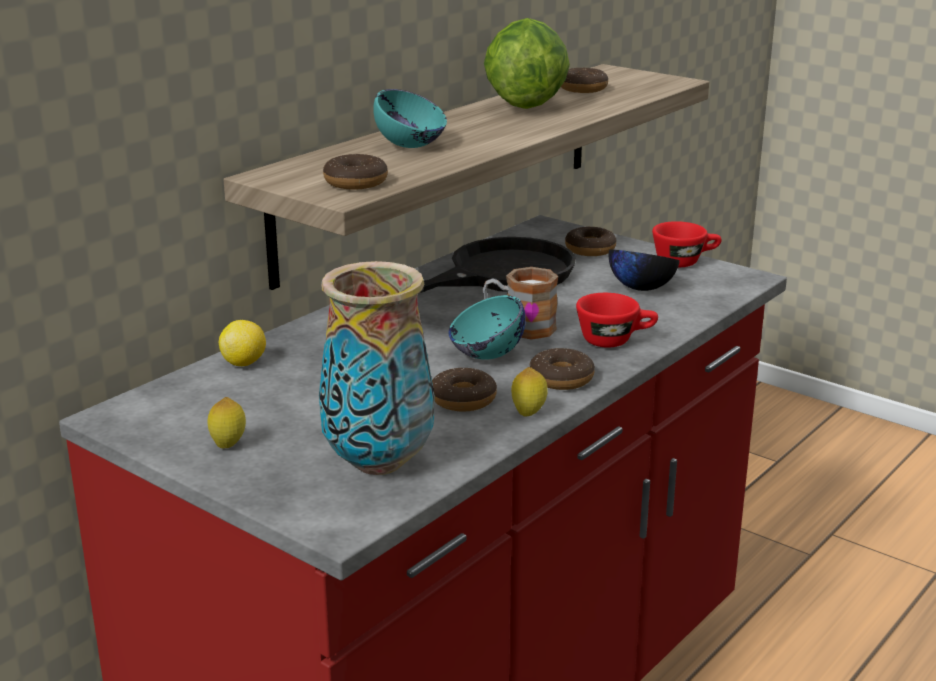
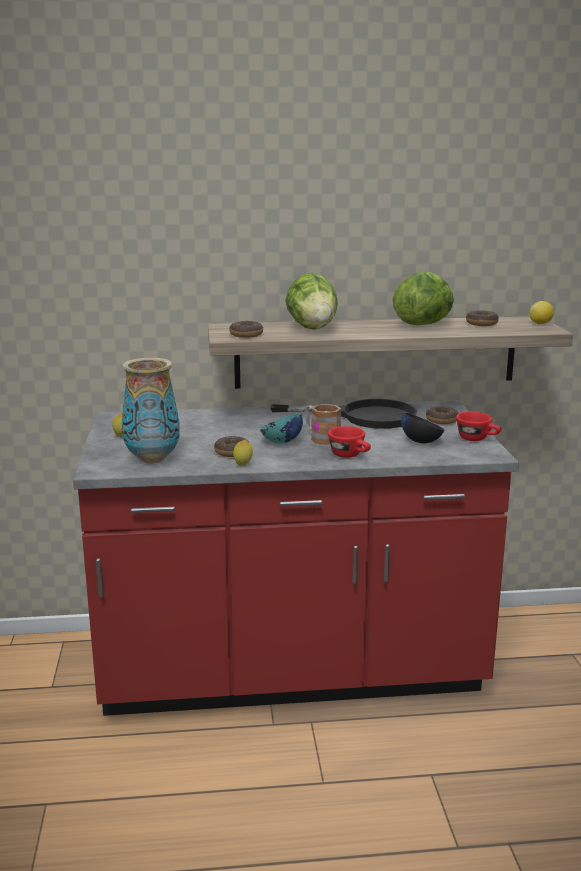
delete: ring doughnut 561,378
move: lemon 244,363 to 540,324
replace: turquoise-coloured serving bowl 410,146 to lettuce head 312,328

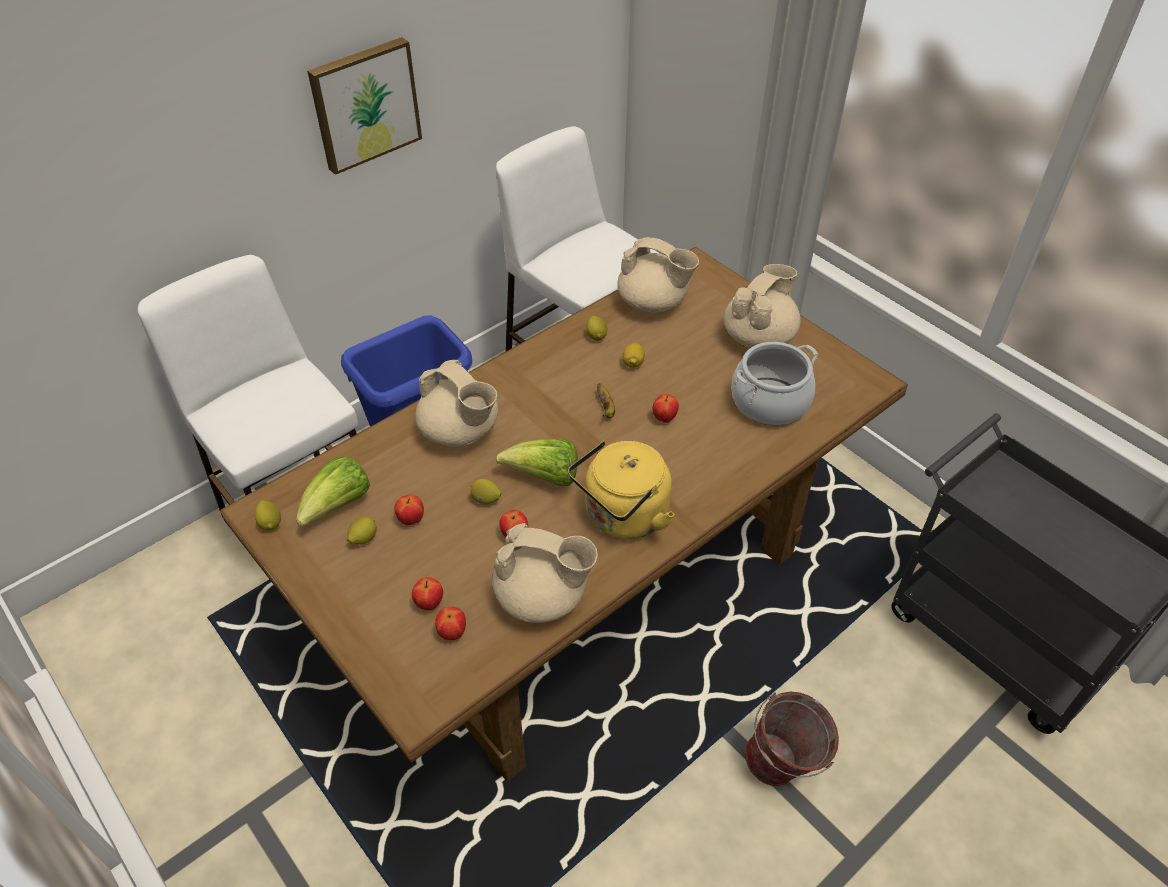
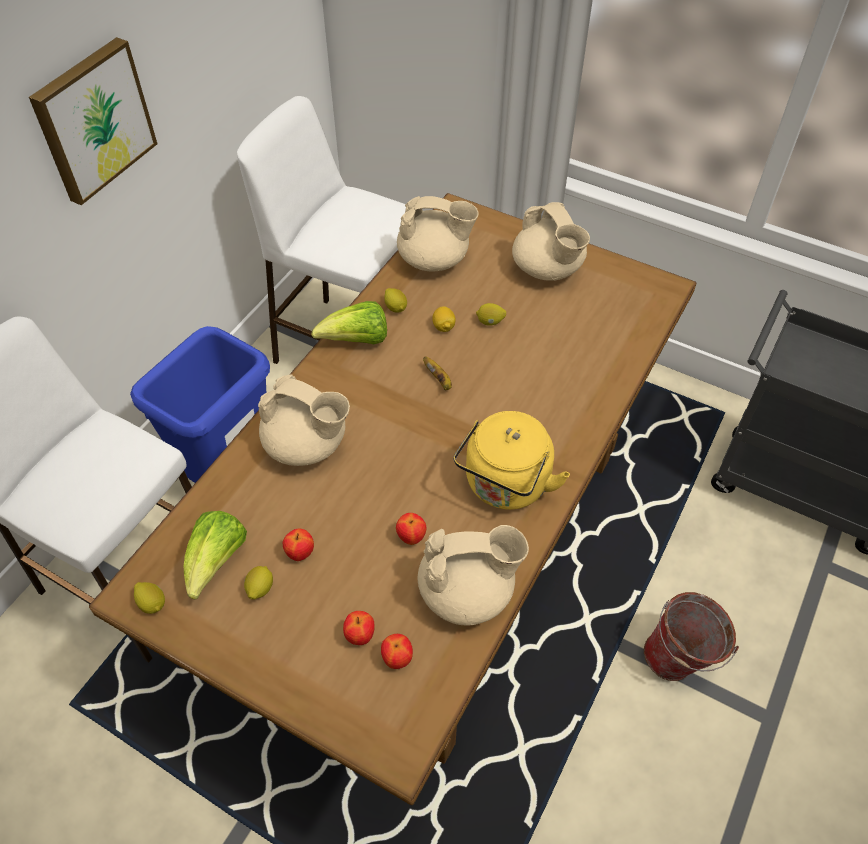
delete: apple fruit 664,418; cooking pot 769,401
move: lemon 486,499 to 490,322; lettuce head 544,477 to 357,341
rotate: beige tea pot 759,337 = 547,269 135 degrees clockwise

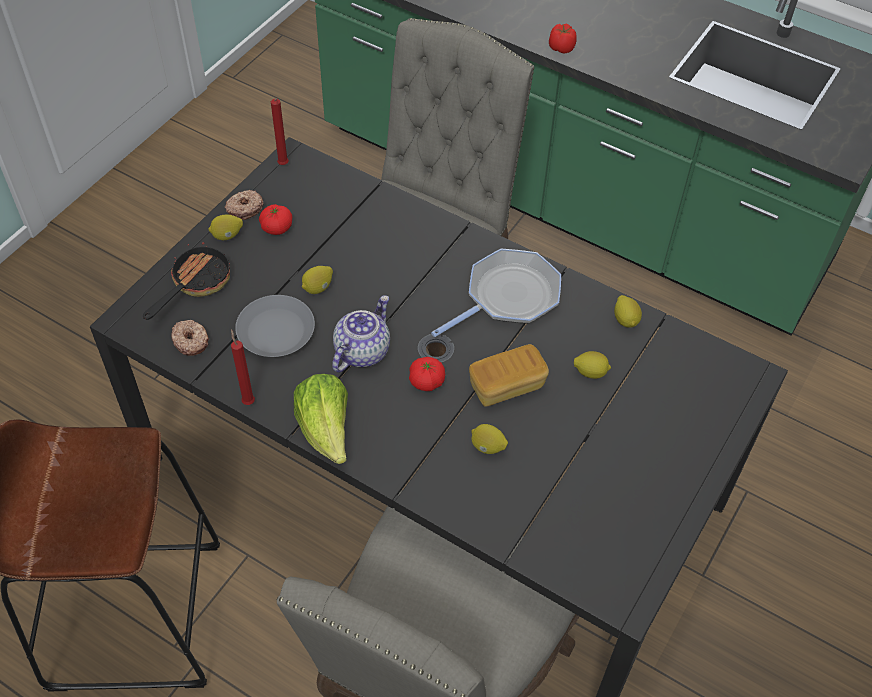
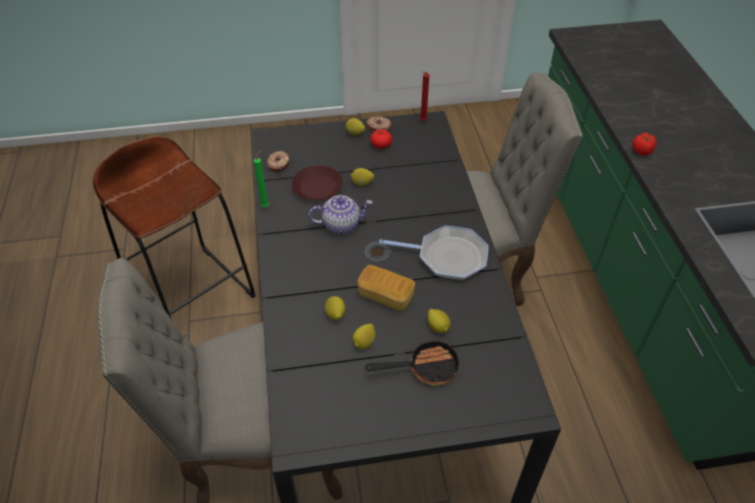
delete: lettuce head 326,431; whole tomato 426,381
move: pan 195,283 to 425,368; lemon 625,320 to 364,342
recolor: red-coloured wax light 248,401 to greenish wax light 265,206; greyish dinner plate 276,331 to brownish dinner plate 318,187

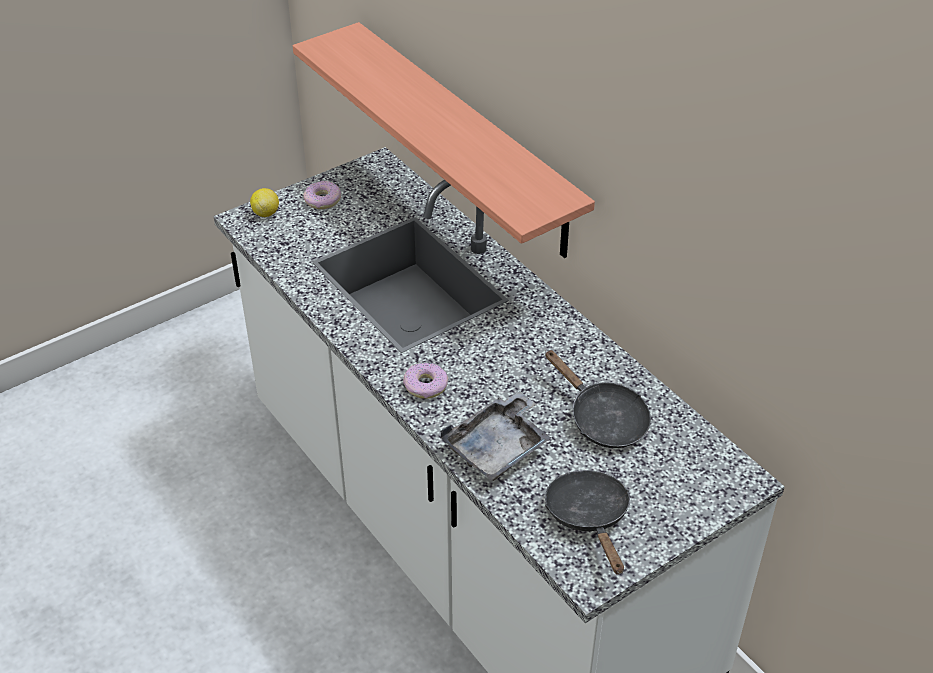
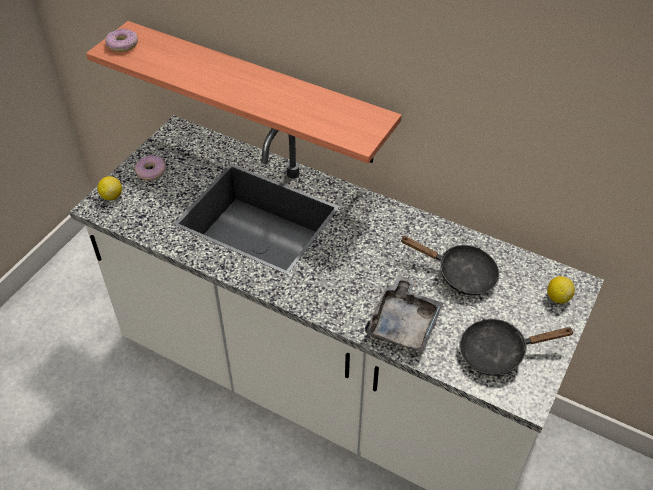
insert: lemon 558,297
move: ring doughnut 425,386 to 122,45
rotate: black pan 589,517 = 498,352 60 degrees counterclockwise

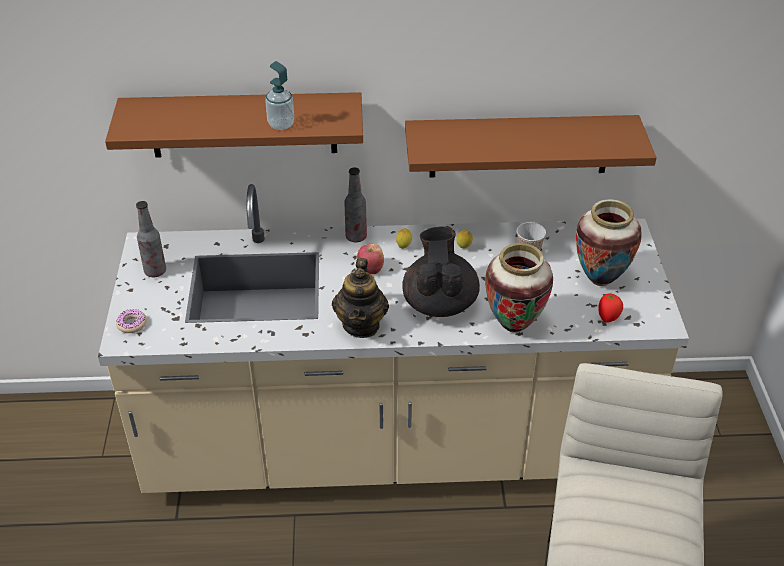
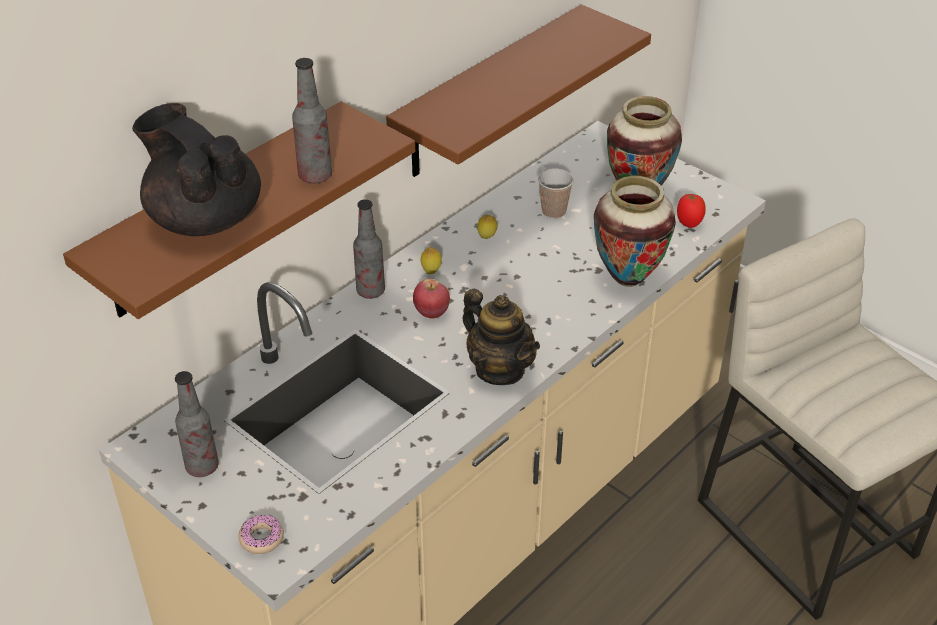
move: black tea pot 439,303 to 204,218
replace: soap dispenser 281,124 to bottle 315,176

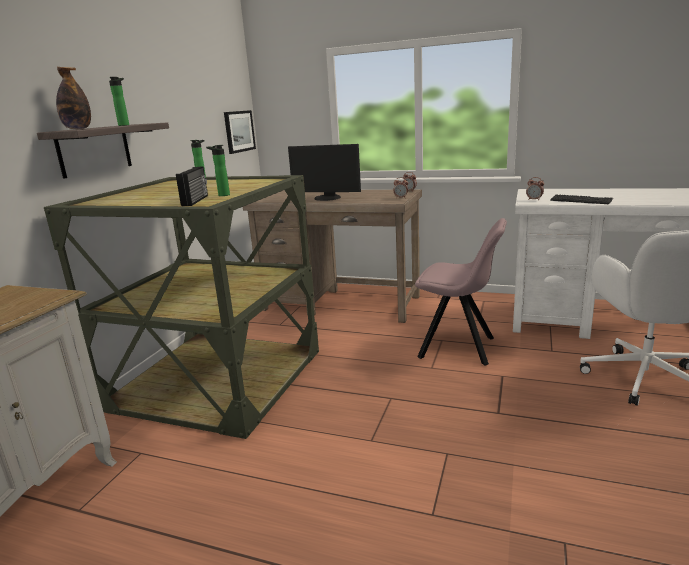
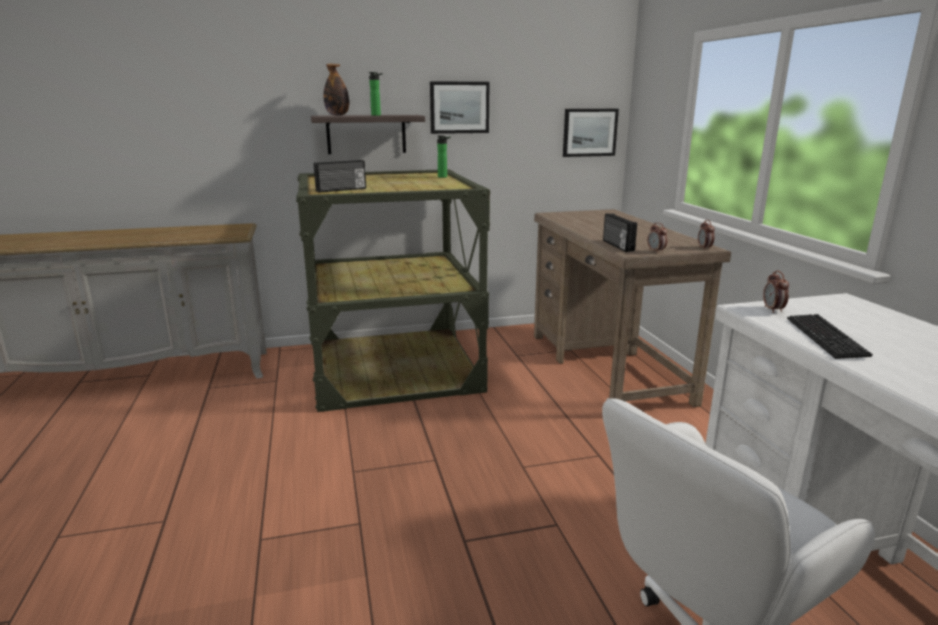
delete: bottle 222,195; computer display 327,198; pinkish chair 457,347
insert: wall picture 459,107; radio set 617,245

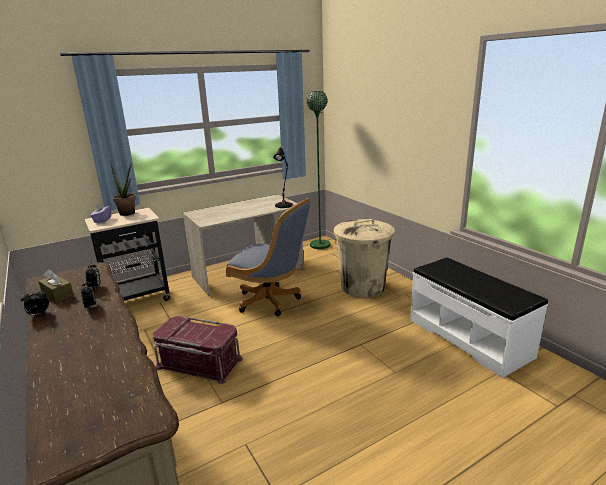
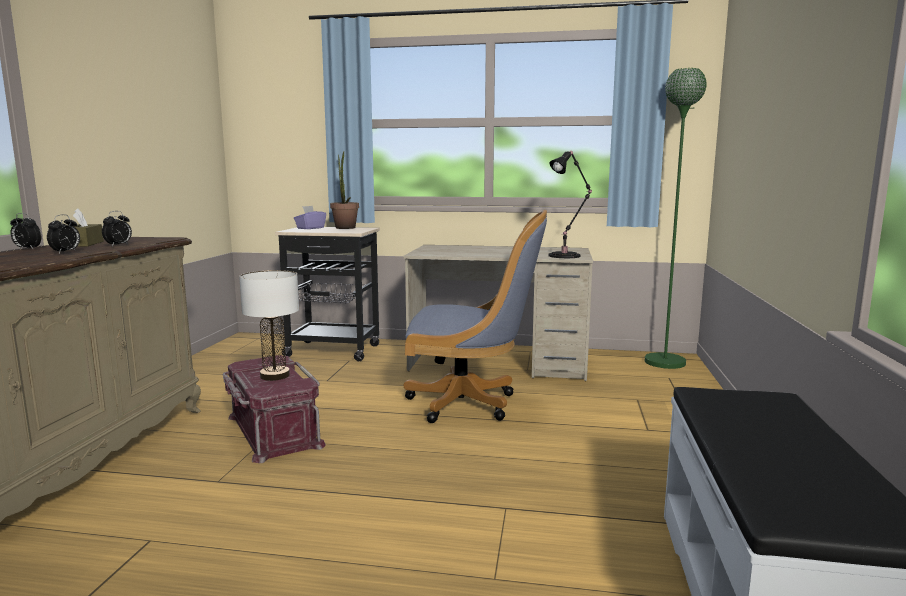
delete: beige trash can 363,287
insert: table lamp 274,376
rotate: blue-coloured desk chair 273,302 = 471,404 60 degrees counterclockwise

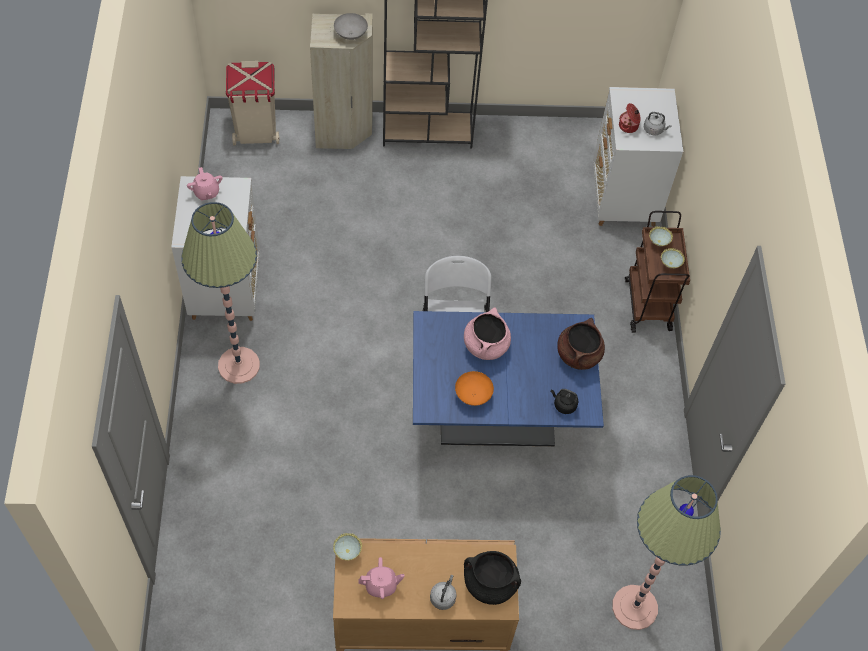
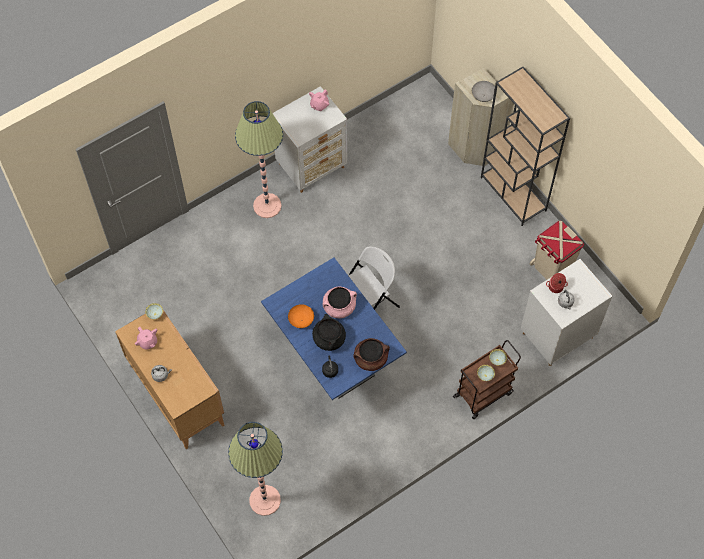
move: beige trash can 256,133 to 551,270; black cooking pot 490,584 to 329,339

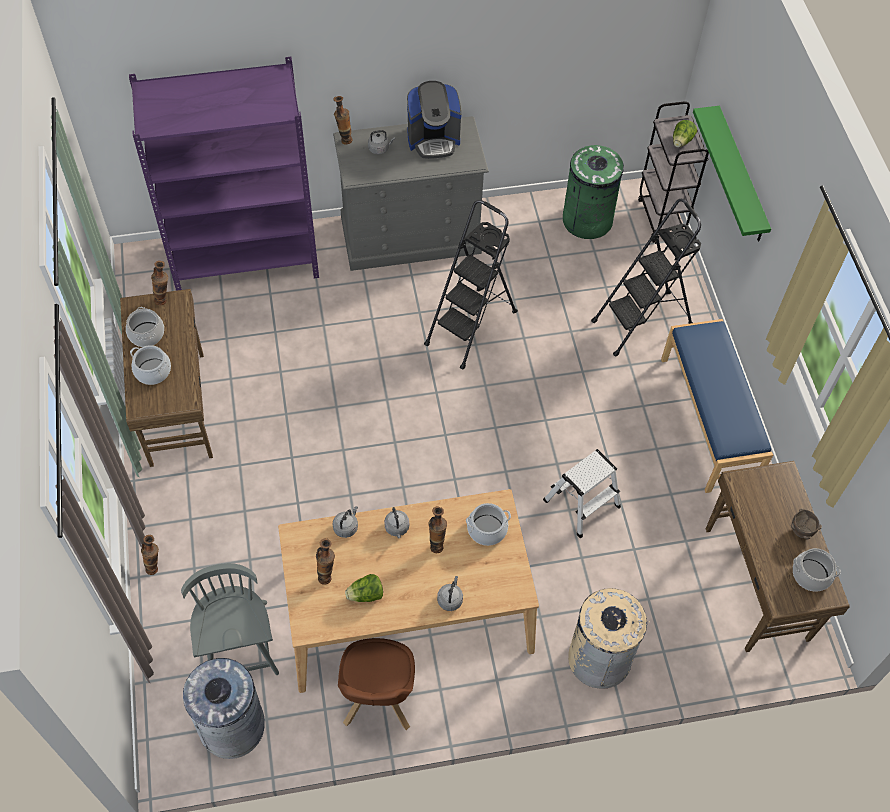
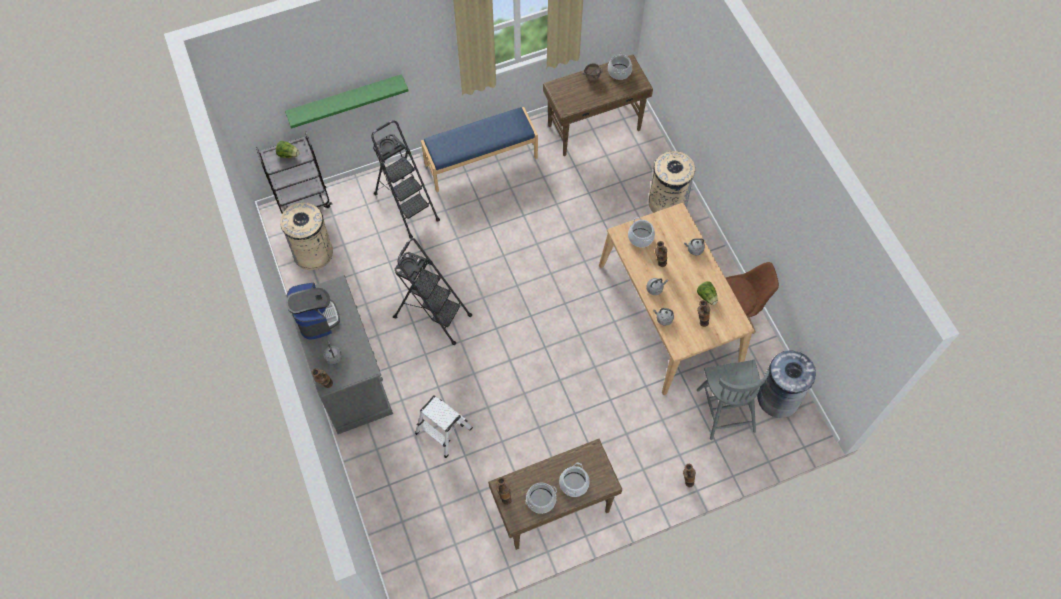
delete: purple shelving unit 245,258
move: white stepladder 581,503 to 444,430
recolor: greenish trash can 587,220 to beige trash can 313,253
rotate: greyish chair 239,646 = 725,408 75 degrees counterclockwise

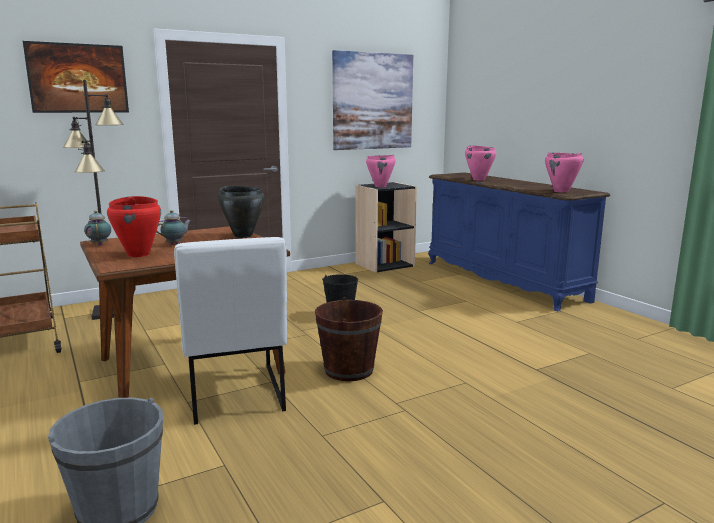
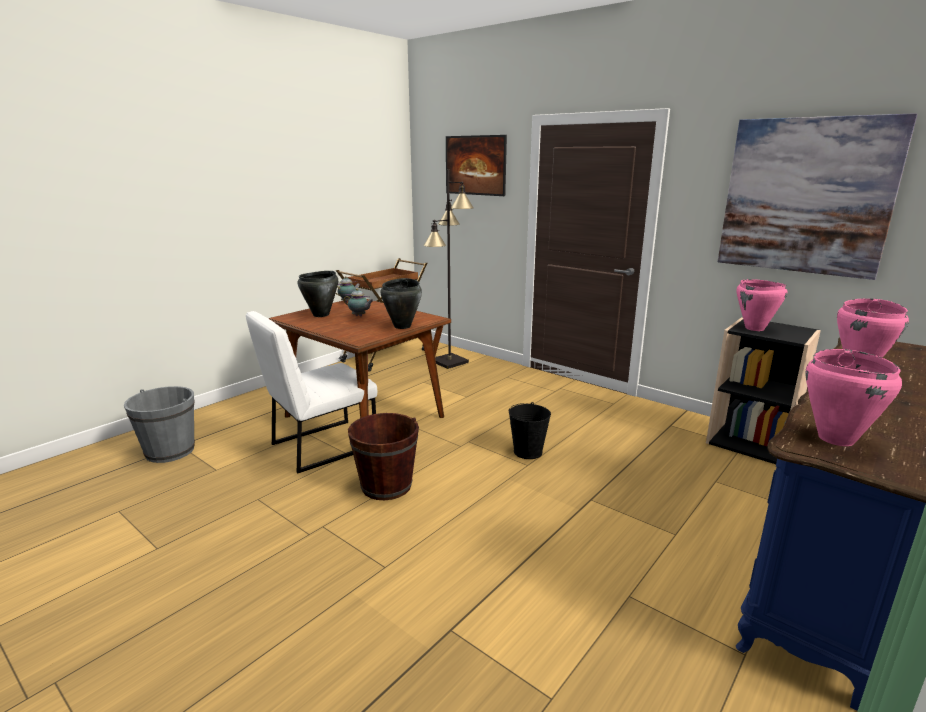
recolor: red-coloured cooking pot 139,254 to black cooking pot 321,315

